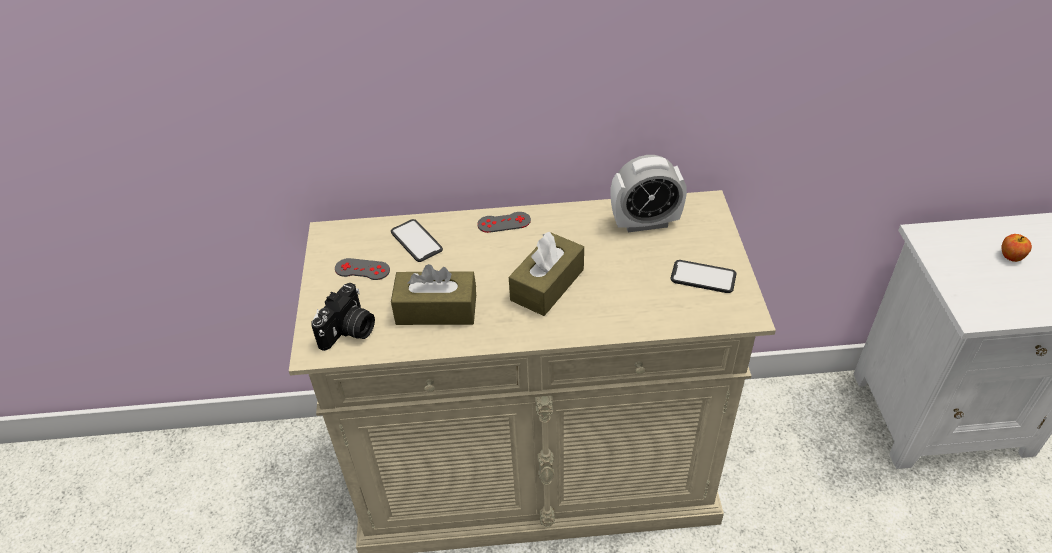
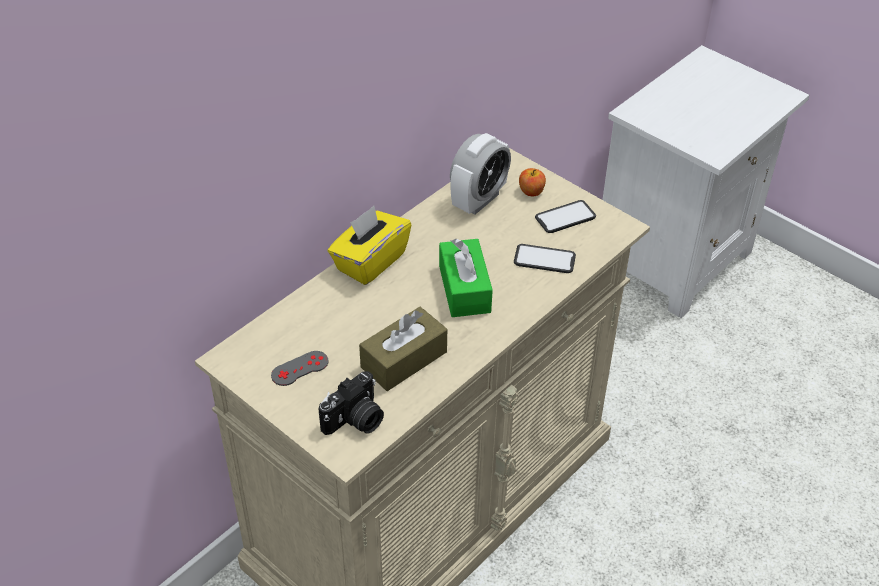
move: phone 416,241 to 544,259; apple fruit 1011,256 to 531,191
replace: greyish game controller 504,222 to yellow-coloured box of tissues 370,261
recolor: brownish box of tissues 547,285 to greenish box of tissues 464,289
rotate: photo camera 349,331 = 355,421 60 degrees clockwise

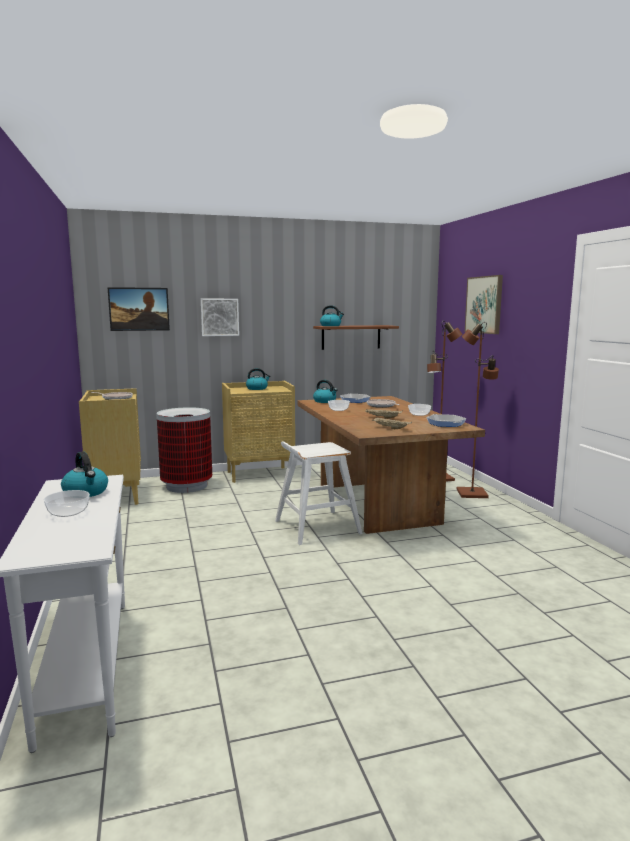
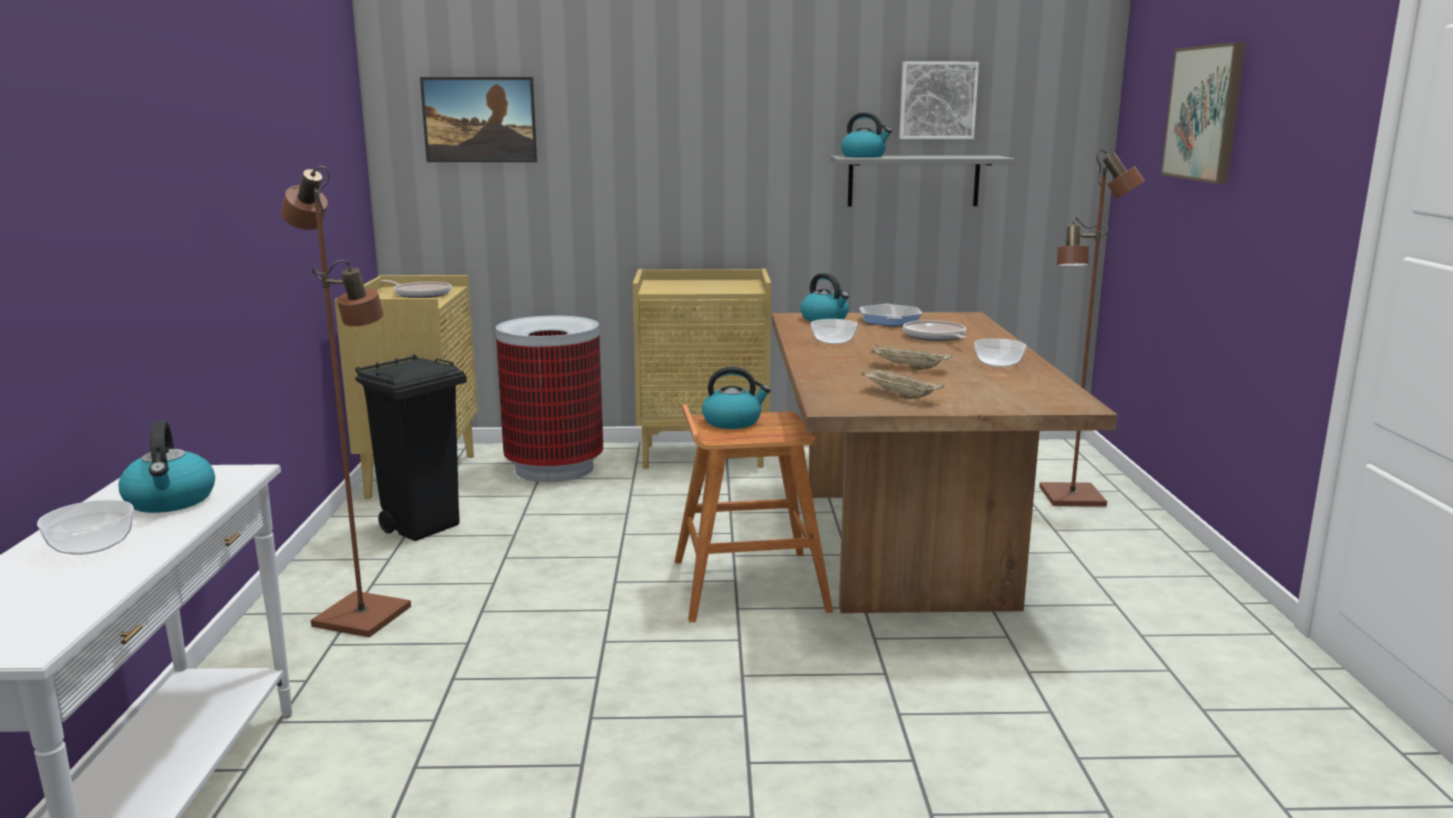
delete: pan 446,423
insert: black trash can 423,527
move: wall picture 219,317 to 937,100; tea kettle 257,388 to 733,422; brownish standard lamp 472,493 to 362,616
recolor: white stool 316,527 to brownish stool 747,585; brownish shelf 351,337 to greyish shelf 913,181

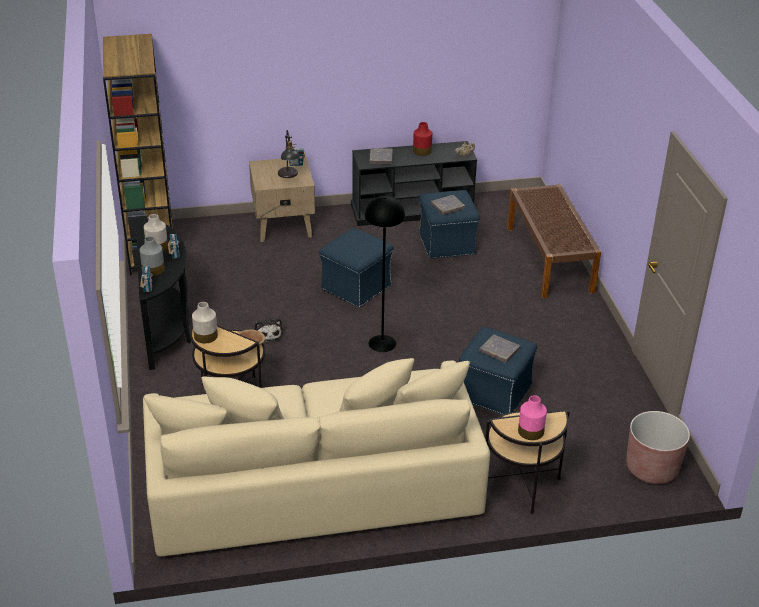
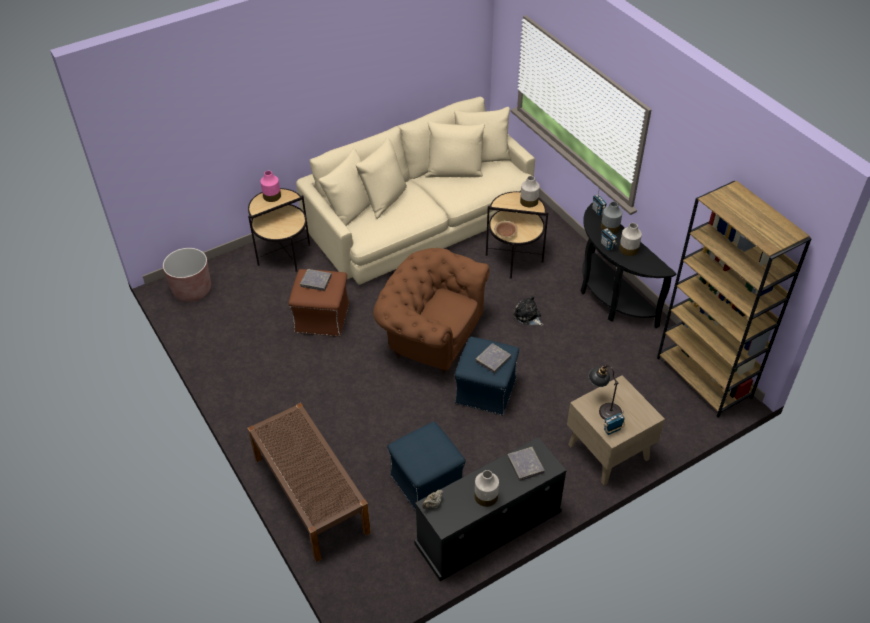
move: greyish volume 447,207 to 493,359
replace: black standard lamp 382,343 to brownish lounge chair 430,336
recolor: red-coloured decorative vase 422,151 to beige decorative vase 486,496; blue-coloured pouffe 494,392 to brownish pouffe 322,318

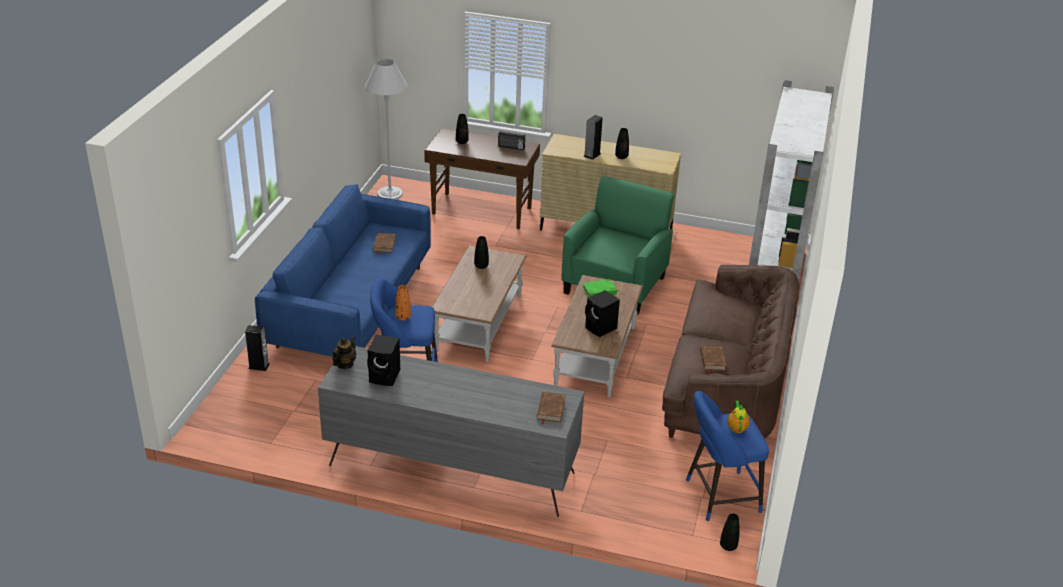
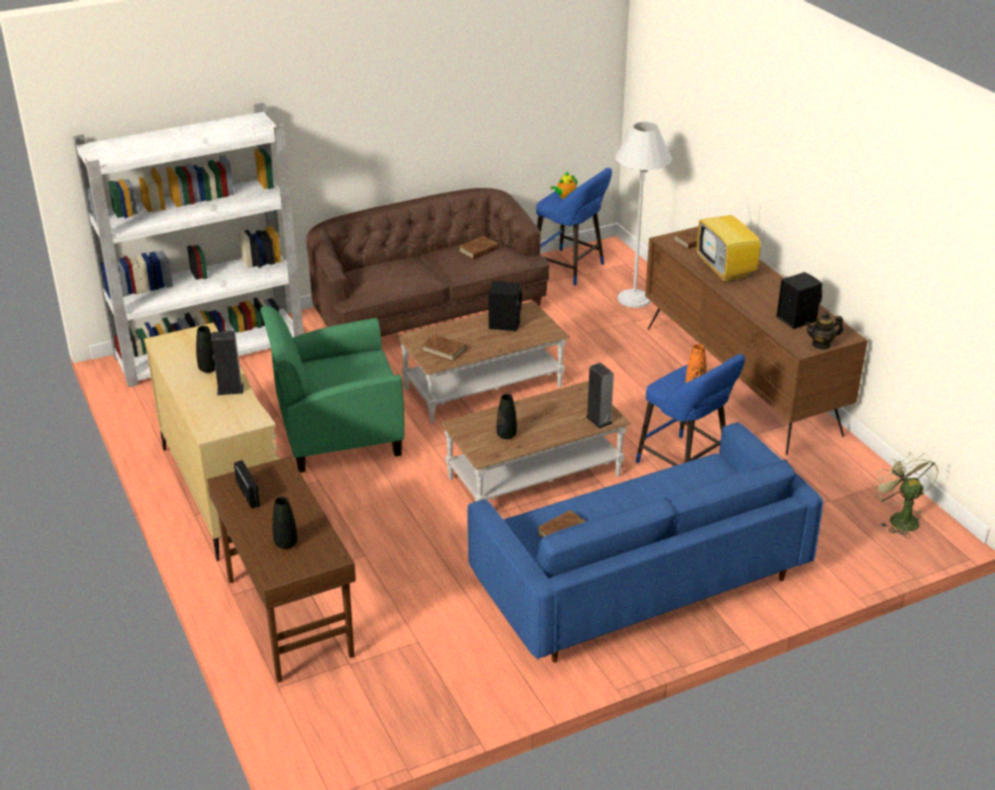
delete: black decorative vase 728,546
insert: TV set 727,271; greenish fan 899,518
move: audio speaker 259,366 to 599,420; white standard lamp 390,193 to 634,299
recolor: greyish tv unit 450,470 to brownish tv unit 741,380; greenish volume 599,291 to brownish volume 444,350

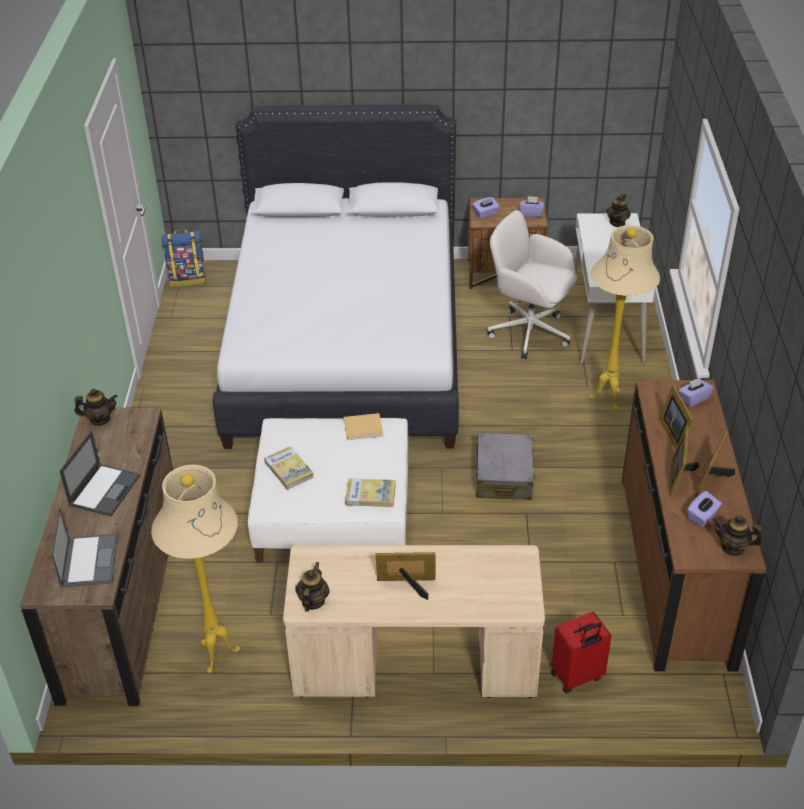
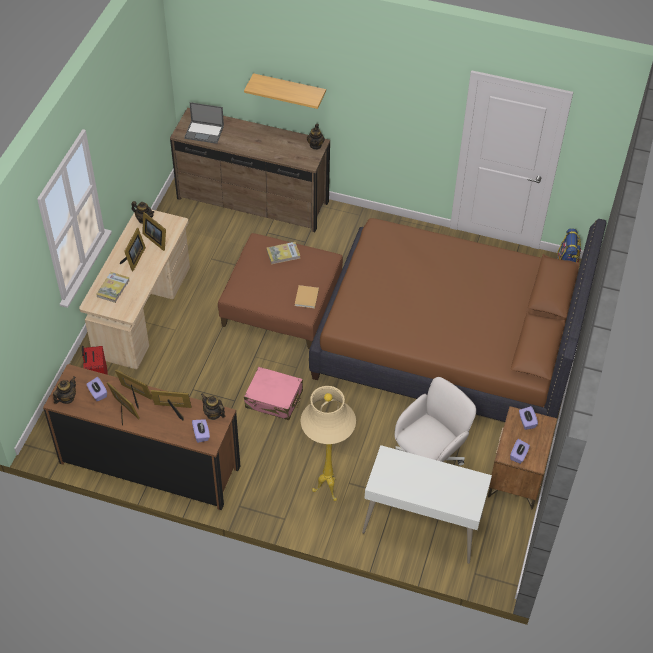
delete: portable computer 105,490; beige standard lamp 218,654
insert: standing frame 156,239; shelf 289,90
move: volume 370,494 to 113,288; tea pot 617,222 to 213,414
recolor: white bed 345,347 to brownish bed 449,345; white pouffe 334,510 to brownish pouffe 281,303; greyish travel case 504,475 to pinkish travel case 274,399

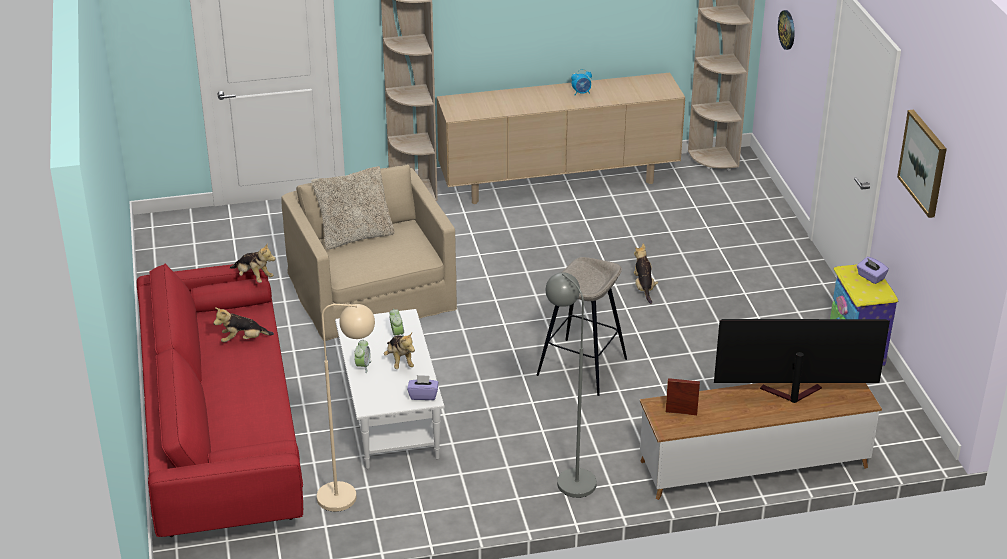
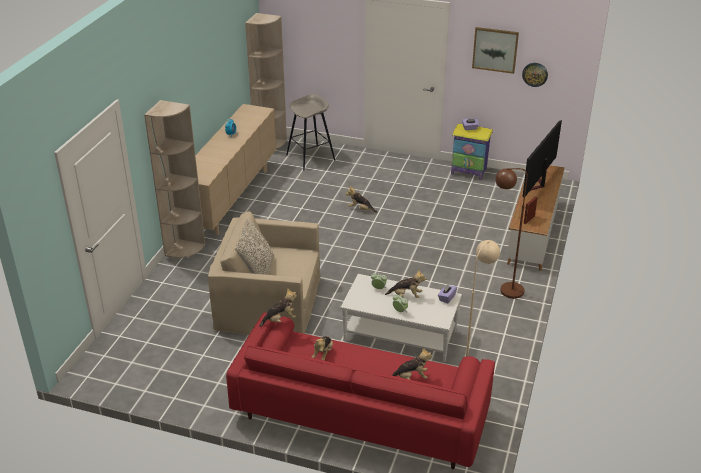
insert: cuddly toy 411,378
move: greyish stool 582,367 to 311,157; hanging clock 787,29 to 535,74
recolor: greyish standard lamp 569,478 to brownish standard lamp 504,292

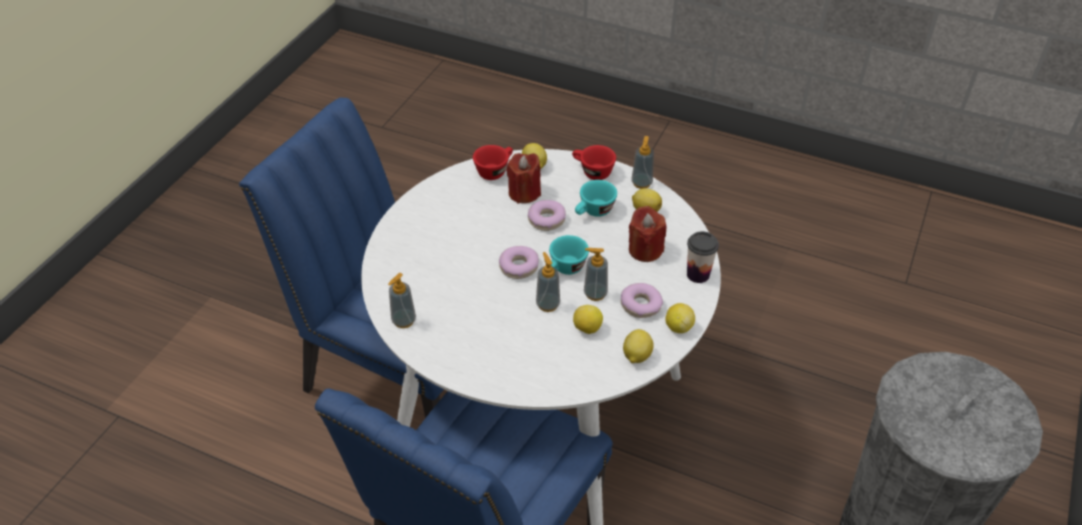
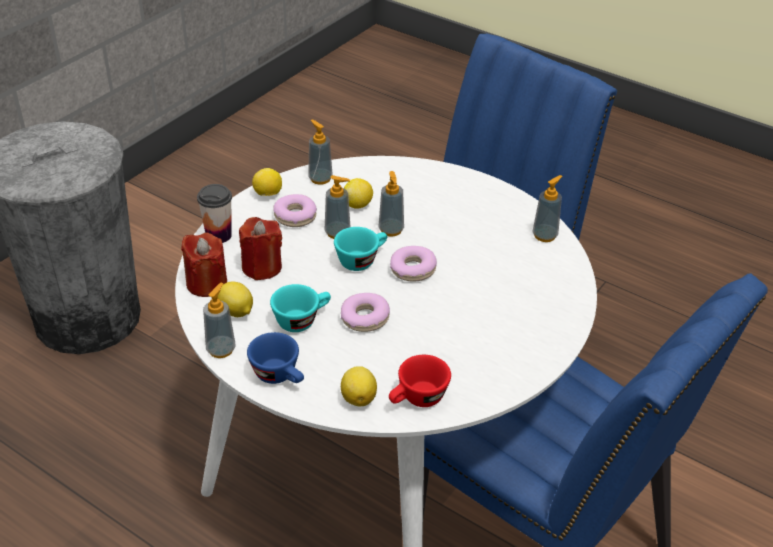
move: red-coloured wax light 524,193 to 207,283
replace: lemon 636,356 to soap dispenser 320,178
recolor: red-coloured cup 592,172 to blue-coloured cup 280,376

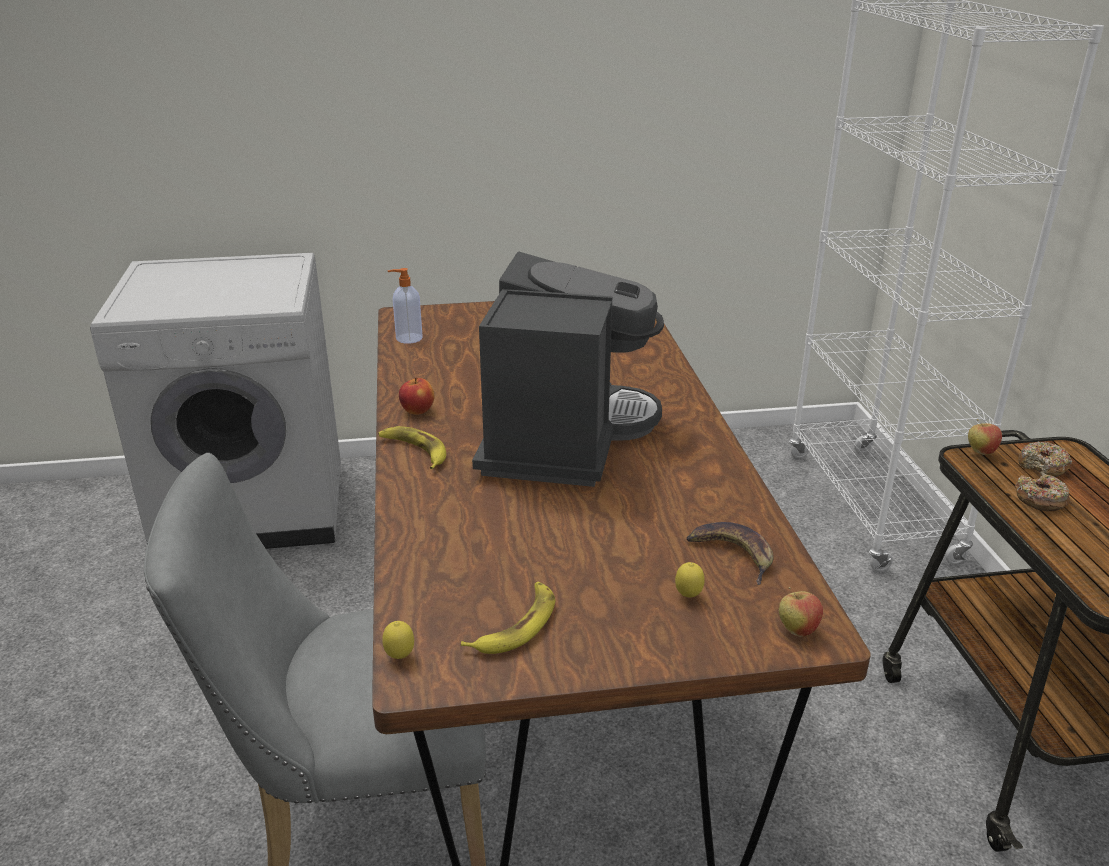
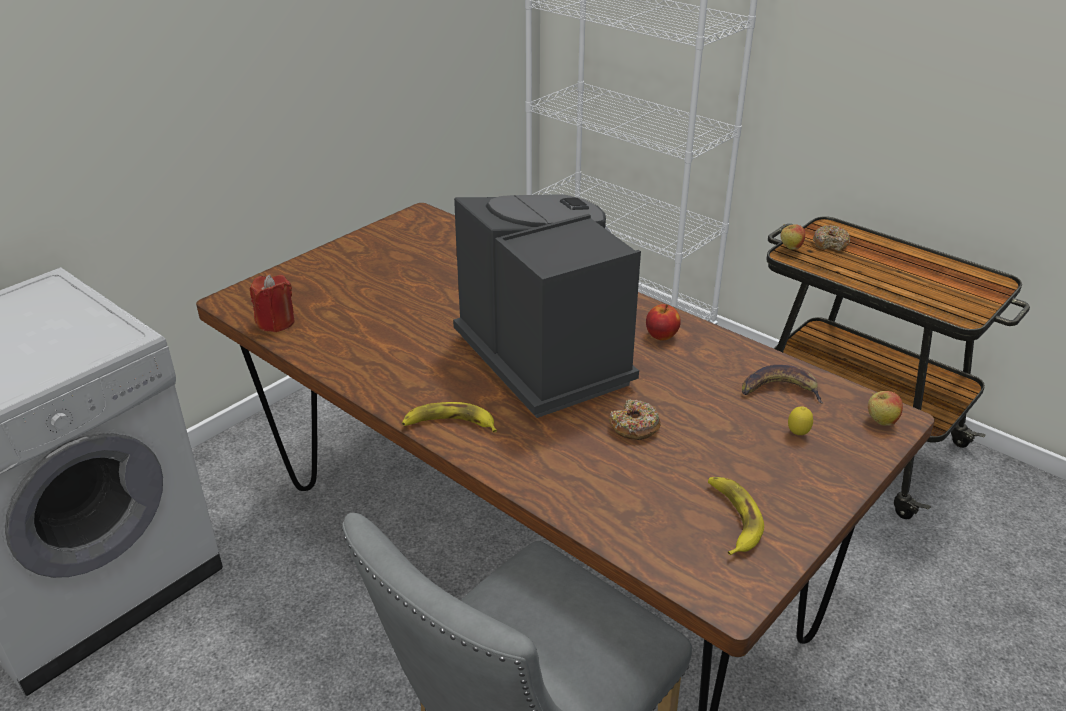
delete: lemon 400,657
move: apple fruit 417,411 to 661,336; ring doughnut 1040,500 to 634,427
replace: soap dispenser 408,338 to red-coloured wax light 276,322

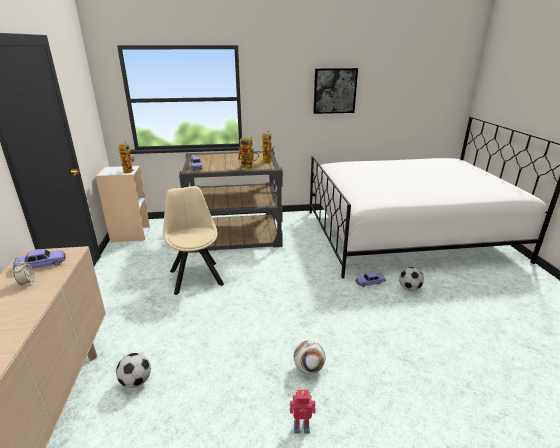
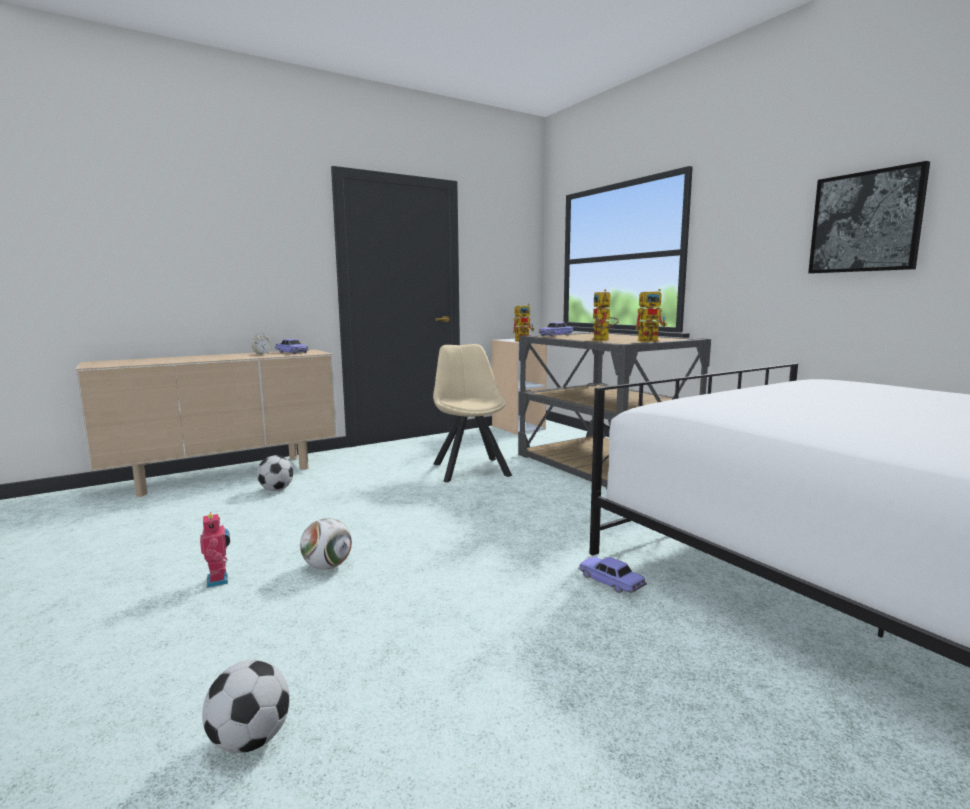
move: football 409,288 to 250,740
rotate: beige chair 196,277 = 470,469 60 degrees counterclockwise

